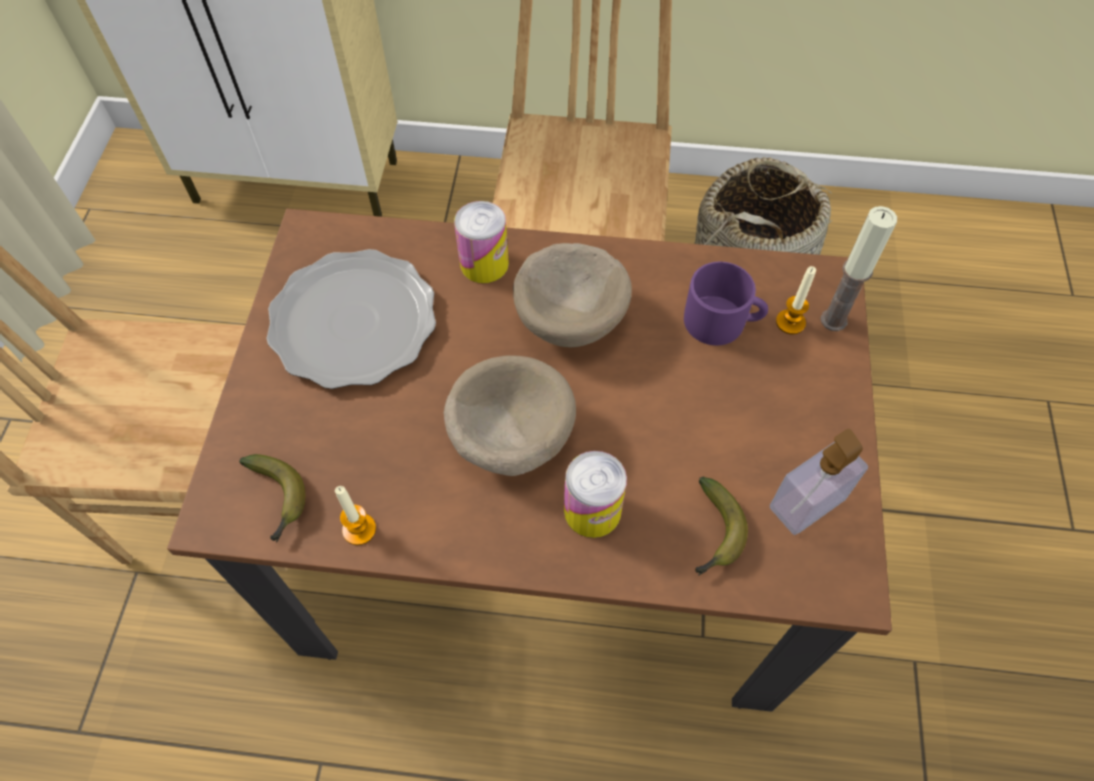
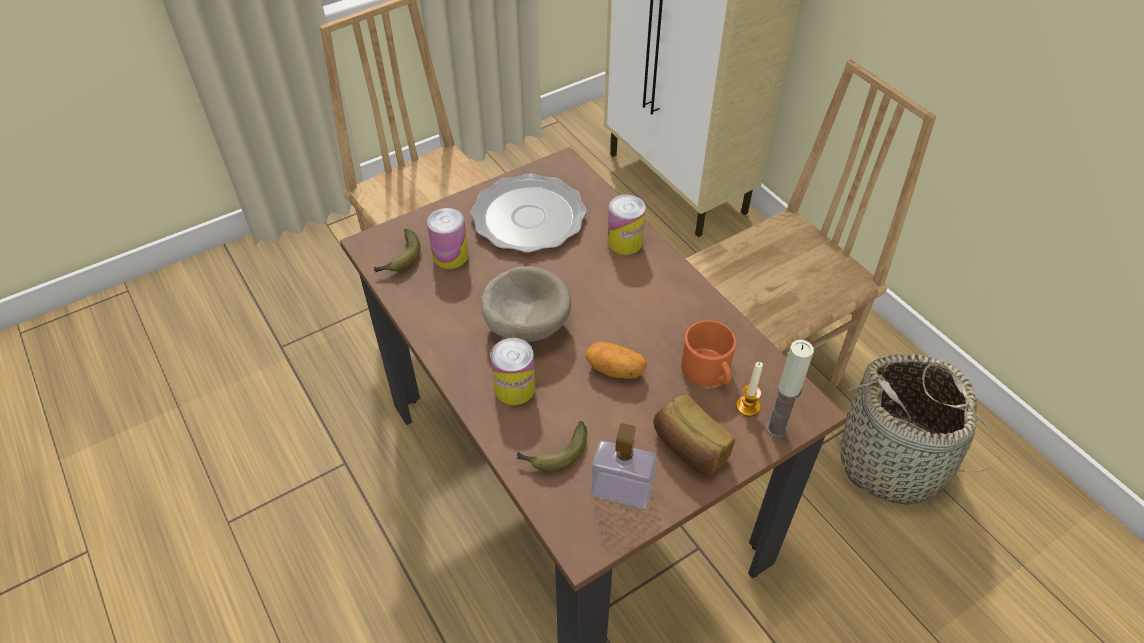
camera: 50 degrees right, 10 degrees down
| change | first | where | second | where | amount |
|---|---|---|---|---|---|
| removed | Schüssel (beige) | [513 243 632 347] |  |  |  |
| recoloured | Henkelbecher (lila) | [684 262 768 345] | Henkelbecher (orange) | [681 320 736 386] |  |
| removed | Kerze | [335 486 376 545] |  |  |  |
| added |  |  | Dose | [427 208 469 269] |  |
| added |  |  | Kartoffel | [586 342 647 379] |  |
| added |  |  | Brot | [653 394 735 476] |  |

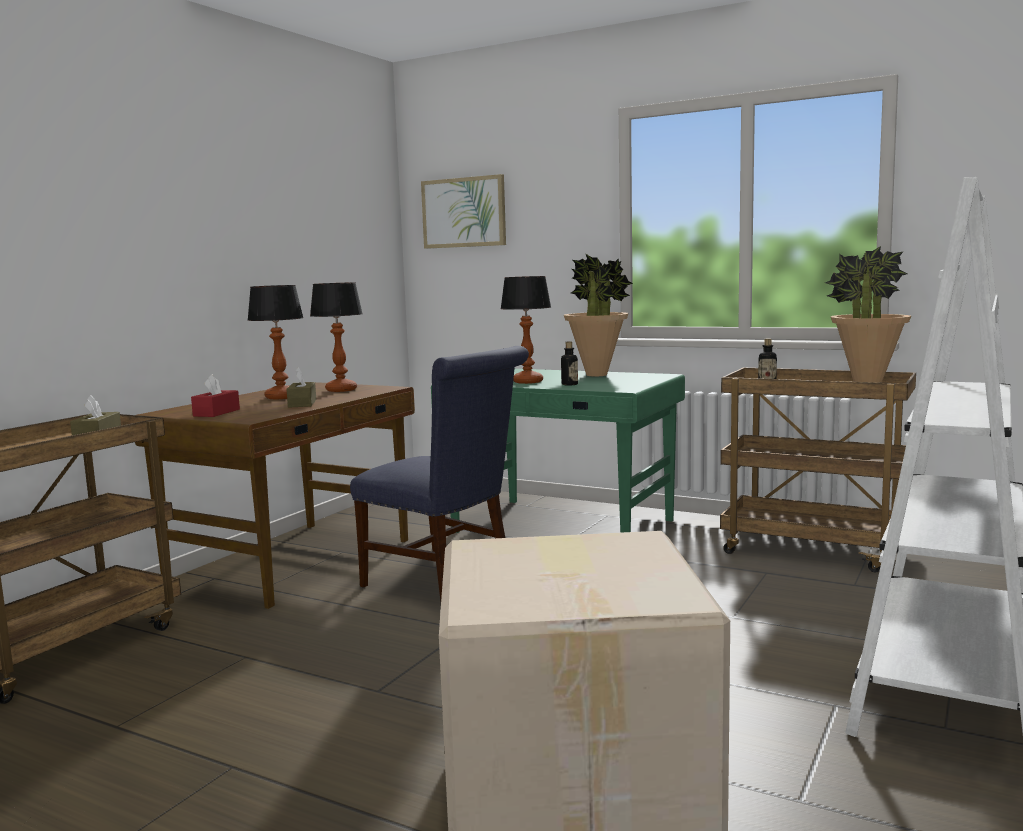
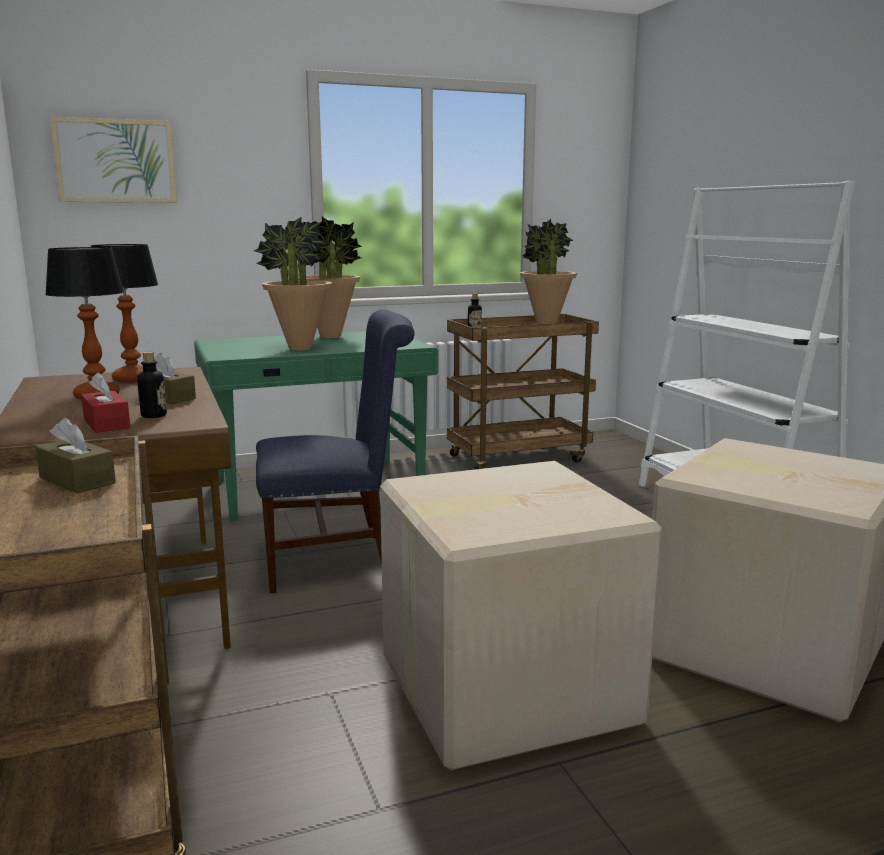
camera: 50 degrees left, 5 degrees up
| change | first | where | second | where | amount |
|---|---|---|---|---|---|
| replaced | Tischlampe | [500 276 551 384] | Topfpflanze | [254 216 332 351] |  |
| moved | Flasche | [561 341 578 386] |  | [137 352 167 418] |  |
| added |  |  | Karton | [380 461 662 770] |  |

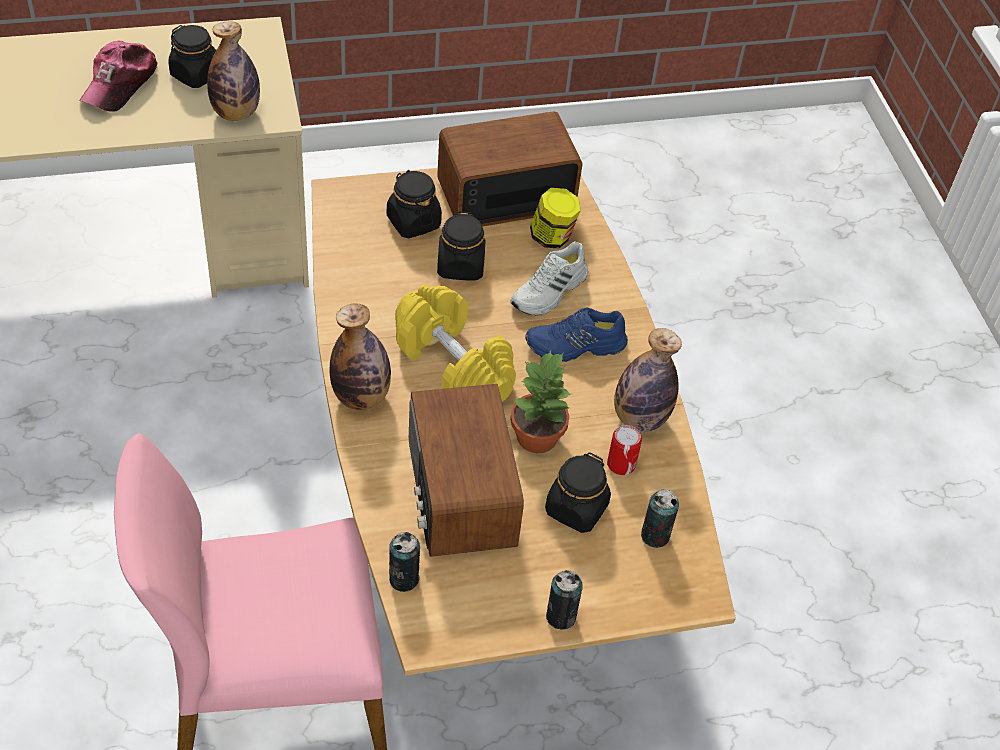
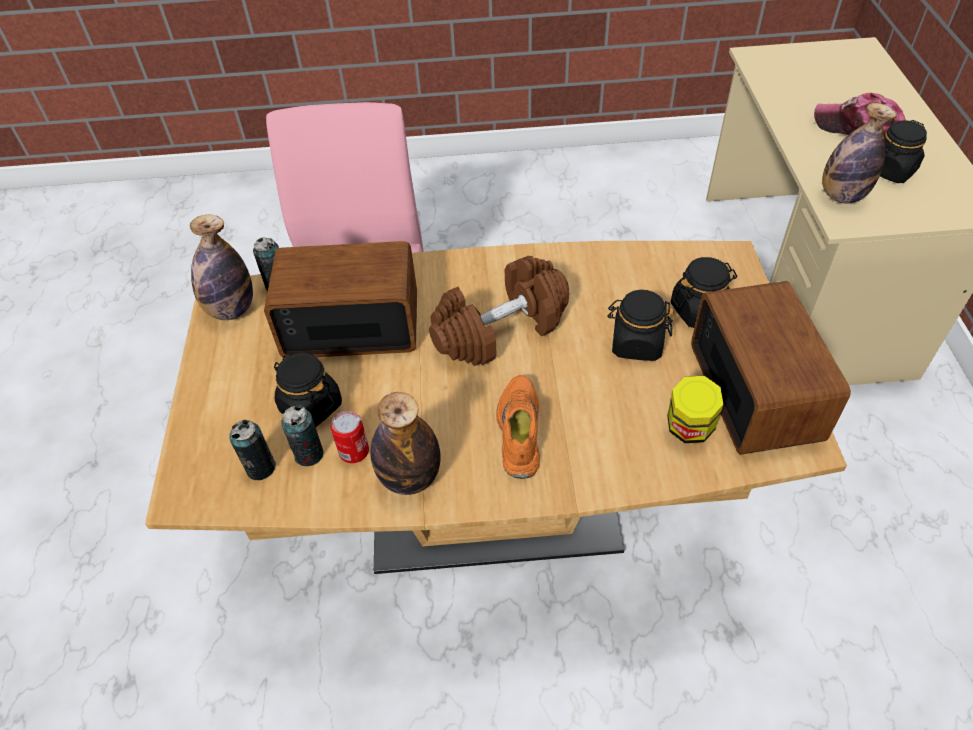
camera: 105 degrees right, 0 degrees up
| change | first | where | second | where | amount |
|---|---|---|---|---|---|
| removed | Schuh (weiß) | [510 242 588 315] |  |  |  |
| recoloured | Hantel (gelb) | [395 285 516 402] | Hantel (braun) | [429 256 569 366] |  |
| moved | Flasche | [330 303 391 410] |  | [190 215 253 320] |  |
| recoloured | Schuh (blau) | [525 307 628 362] | Schuh (orange) | [496 375 540 479] |  |
| removed | Topfpflanze | [510 350 571 453] |  |  |  |
| moved | Dose | [546 570 583 630] |  | [281 405 323 466] |  |

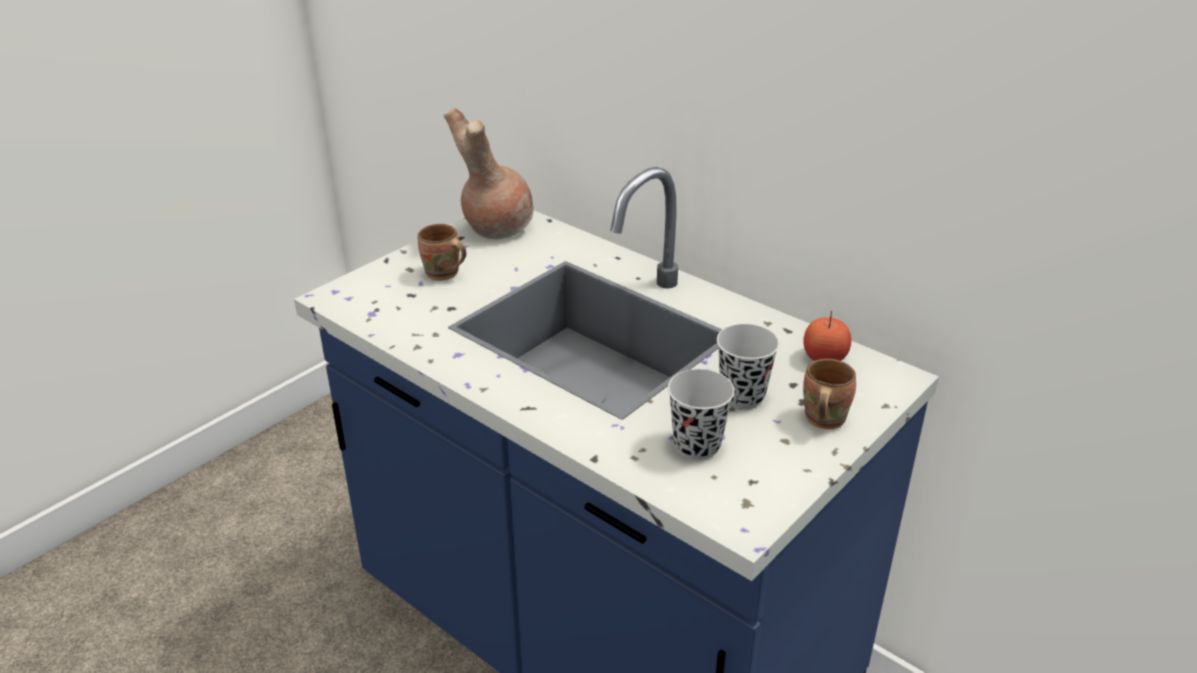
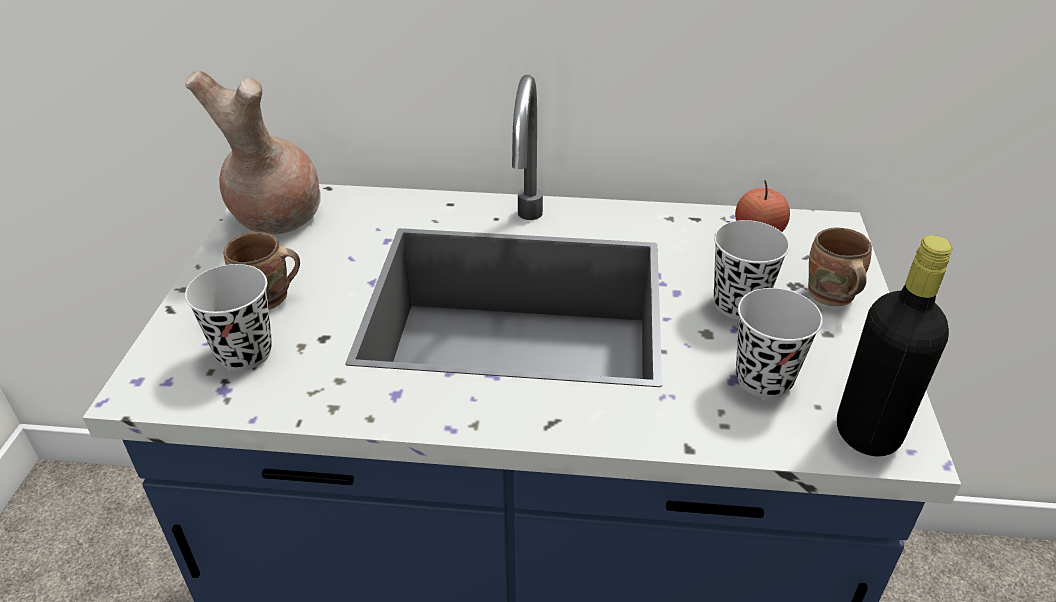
camera: 35 degrees left, 5 degrees up
| change | first | where | second | where | amount |
|---|---|---|---|---|---|
| added |  |  | Flasche (schwarz) | [837 235 952 457] |  |
| added |  |  | Tasse (schwarz) | [185 264 272 371] |  |

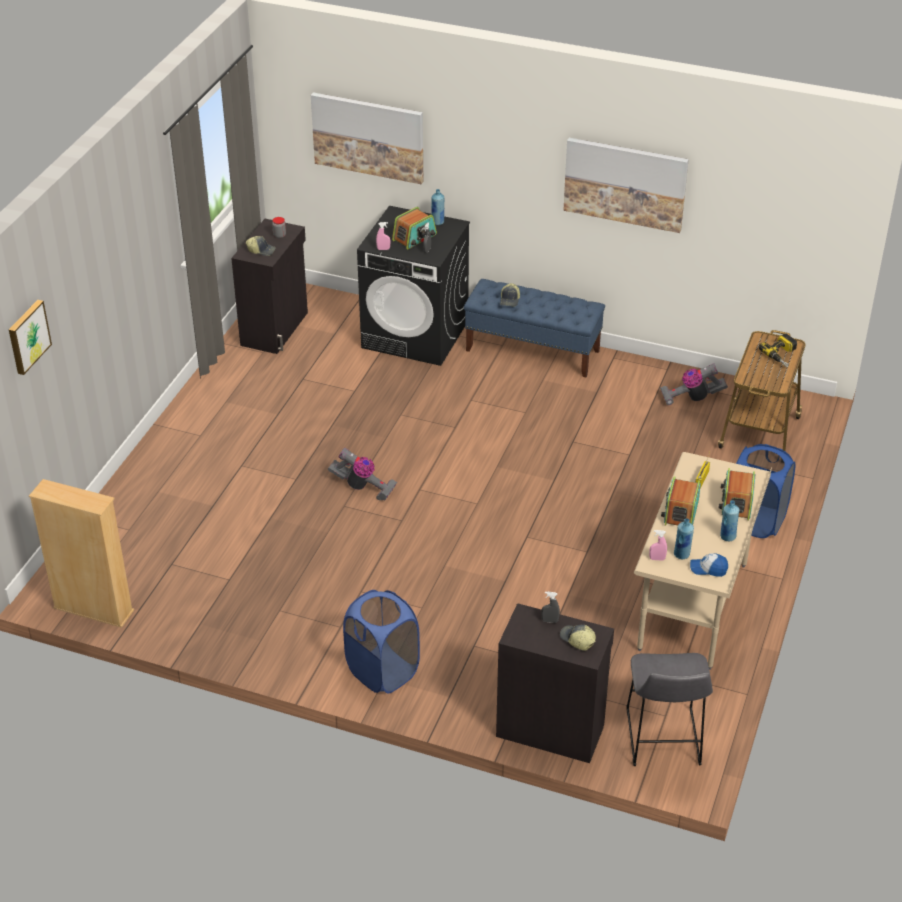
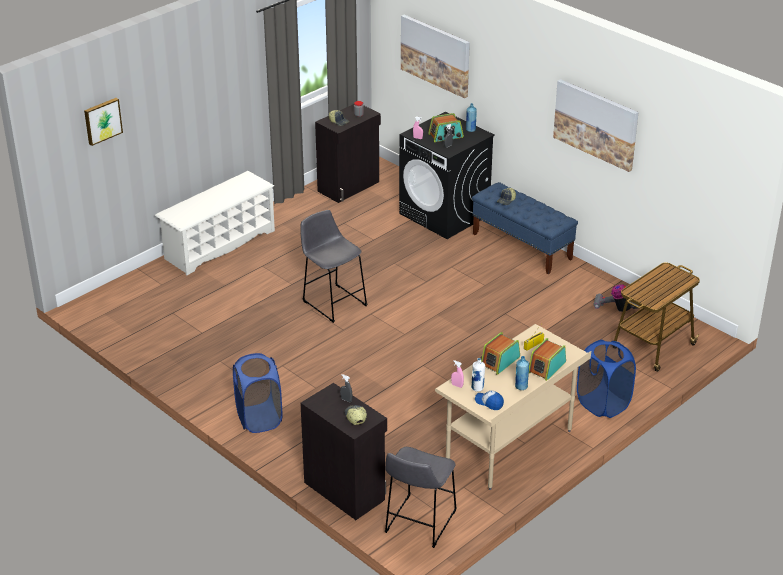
camera: 25 degrees right, 5 degrees down
| change | first | where | second | where | amount |
|---|---|---|---|---|---|
| removed | Bohrmaschine | [759 334 797 367] |  |  |  |
| replaced | Staubsauger | [328 448 397 501] | Hocker (grau) | [300 210 368 323] |  |
| removed | Bücherregal (beige) | [29 479 134 628] |  |  |  |
| recoloured | Flasche (blau) | [674 518 694 559] | Flasche (weiß) | [471 358 485 392] |  |
| added |  |  | Schuhregal (weiß) | [155 171 275 275] |  |

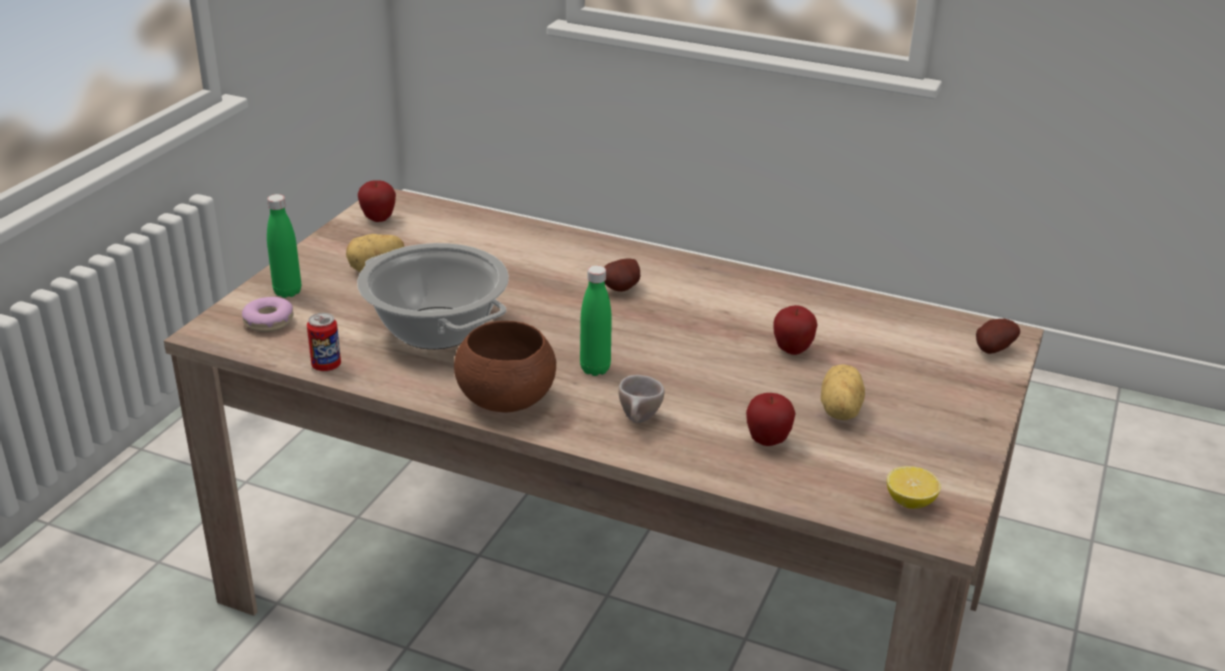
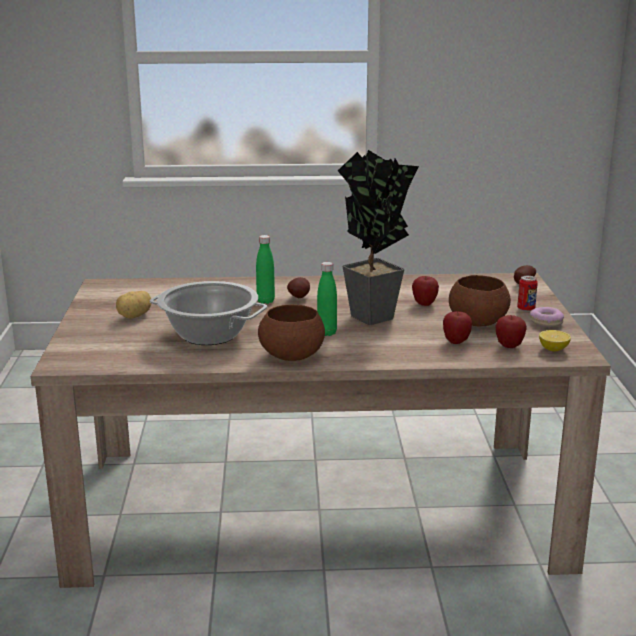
camera: 25 degrees left, 10 degrees down
| change | first | where | second | where | amount |
|---|---|---|---|---|---|
| moved | Apfel | [358 180 396 222] |  | [495 315 527 348] |  |
| moved | Flasche (grün) | [267 194 301 298] |  | [256 235 275 304] |  |
| moved | Donut | [242 297 293 332] |  | [530 307 564 327] |  |
| moved | Dose | [307 313 341 372] |  | [517 276 538 311] |  |
| replaced | Kartoffel | [821 364 865 420] | Schüssel (braun) | [449 275 511 326] |  |
| removed | Tasse (beige) | [618 375 665 423] |  |  |  |
| added |  |  | Topfpflanze | [338 150 419 325] |  |

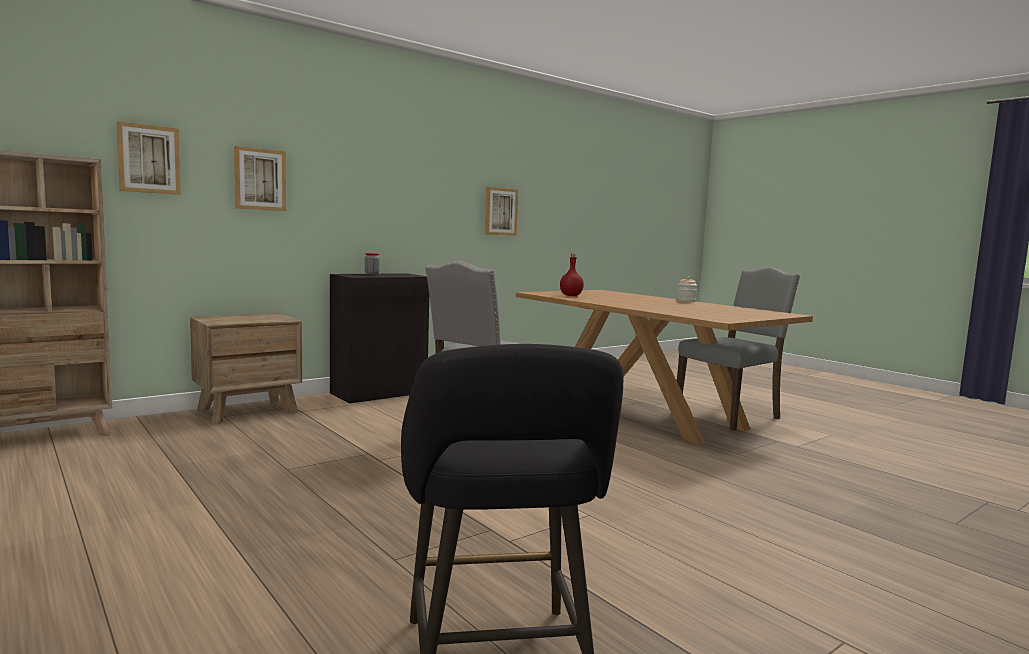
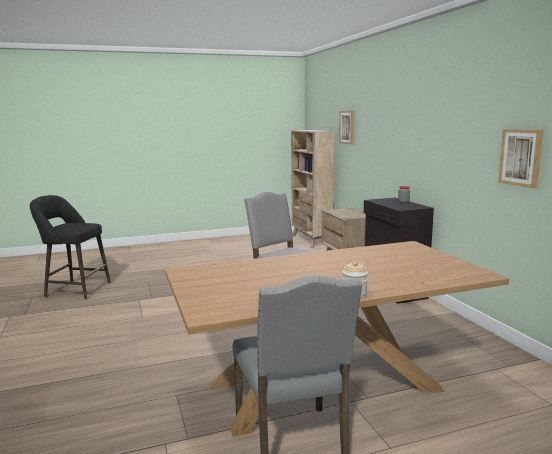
camera: 110 degrees right, 5 degrees up
| change | first | where | second | where | amount |
|---|---|---|---|---|---|
| removed | Bild | [234 146 286 211] |  |  |  |
| removed | Flasche (rot) | [560 254 584 296] |  |  |  |

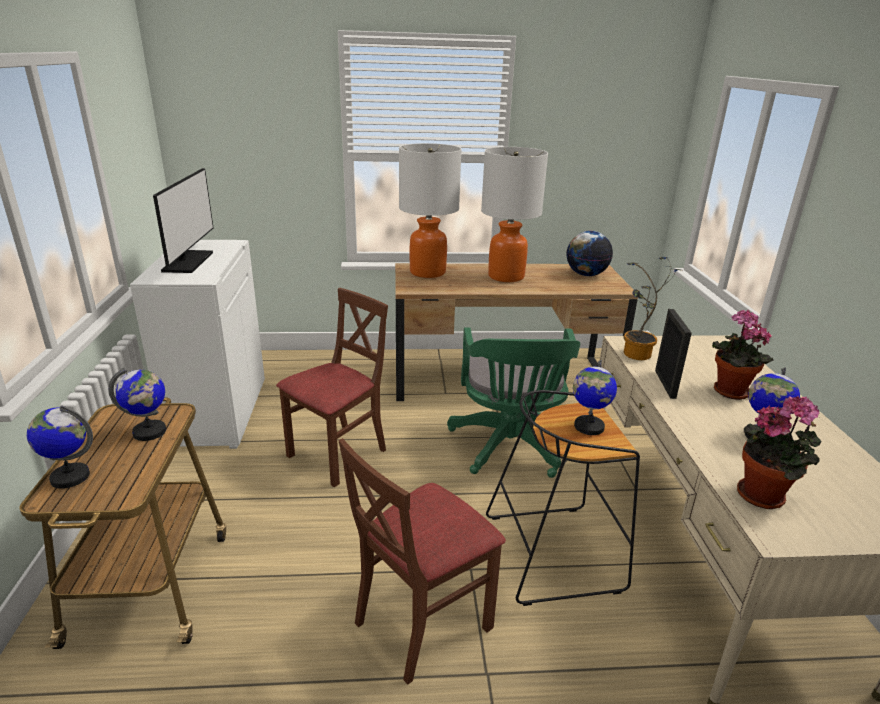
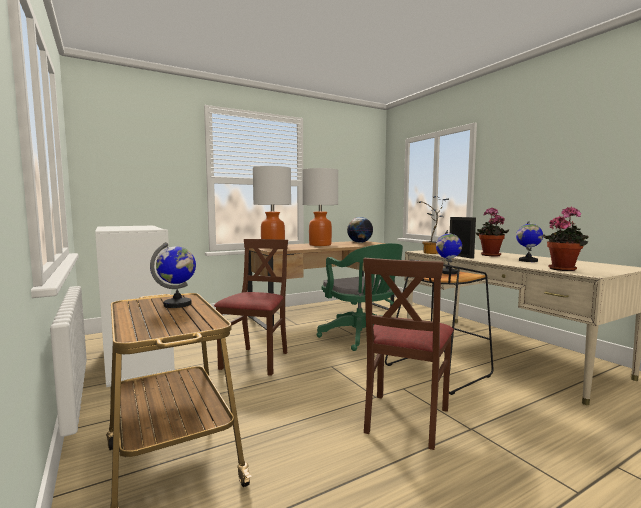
camera: 25 degrees left, 20 degrees down
| change | first | where | second | where | amount |
|---|---|---|---|---|---|
| removed | Monitor | [153 168 213 273] |  |  |  |
| removed | Globus | [27 405 93 489] |  |  |  |

